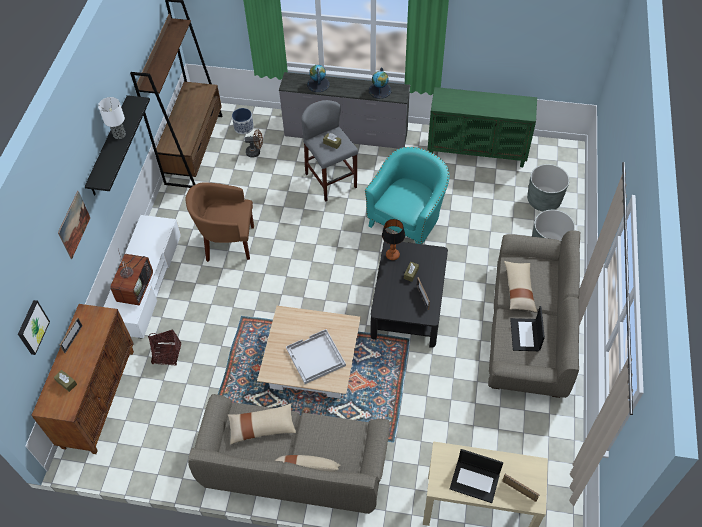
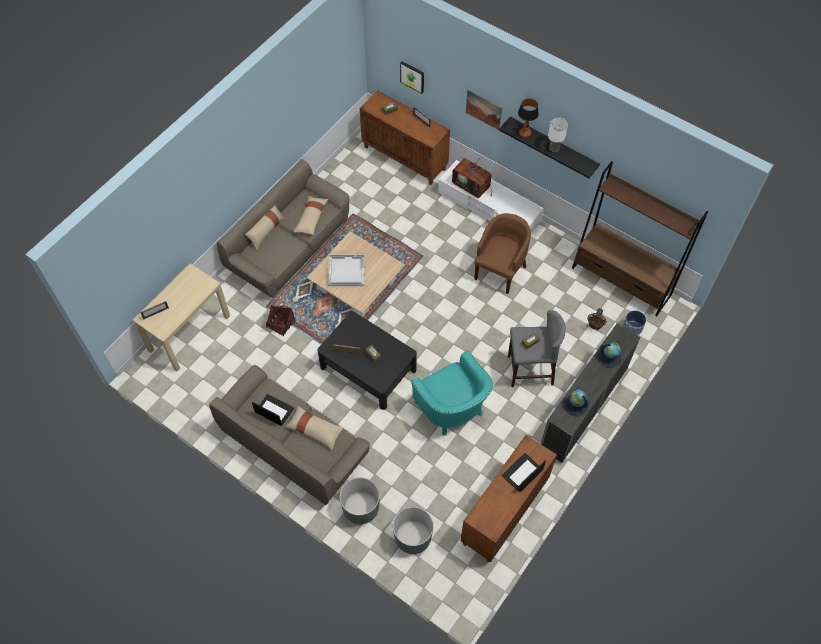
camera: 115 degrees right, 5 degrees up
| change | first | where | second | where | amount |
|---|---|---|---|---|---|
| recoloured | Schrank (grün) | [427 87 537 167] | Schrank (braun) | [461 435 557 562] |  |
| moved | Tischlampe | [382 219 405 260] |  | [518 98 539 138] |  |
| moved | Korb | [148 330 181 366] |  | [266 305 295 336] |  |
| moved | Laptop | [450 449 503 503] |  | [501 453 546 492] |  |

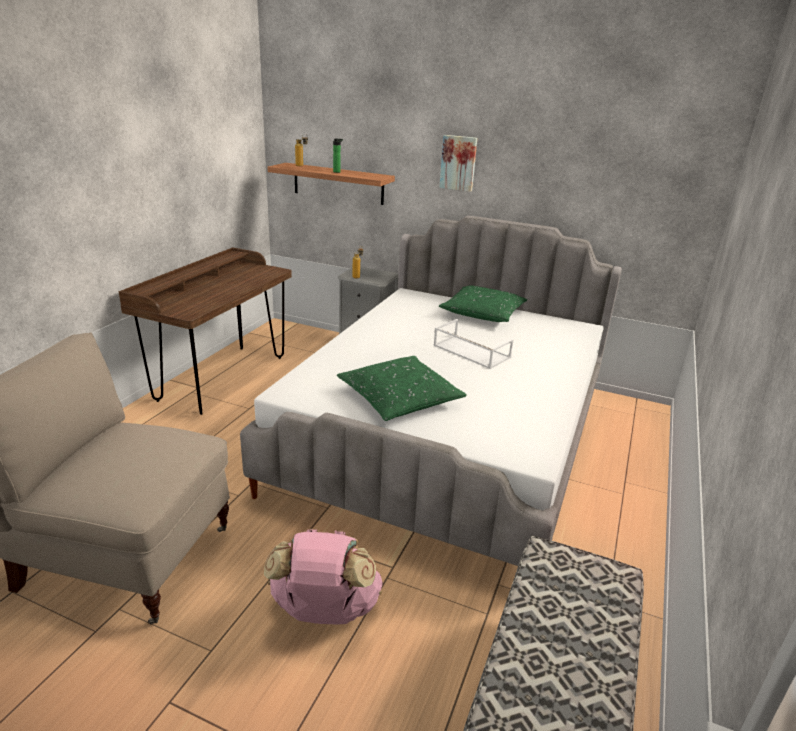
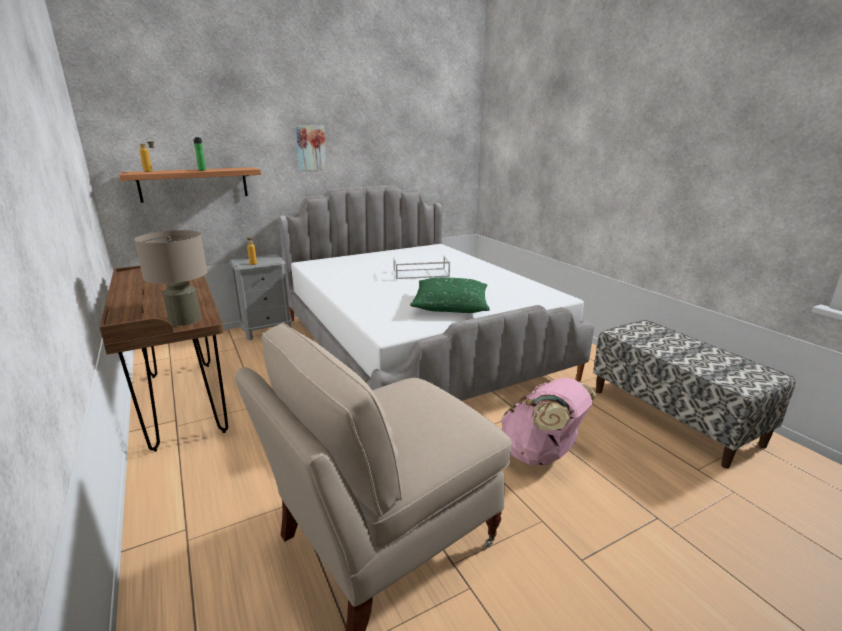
camera: 50 degrees left, 5 degrees down
| change | first | where | second | where | amount |
|---|---|---|---|---|---|
| removed | Kissen (grün) | [439 286 527 322] |  |  |  |
| added |  |  | Tischlampe (beige) | [134 230 208 326] |  |

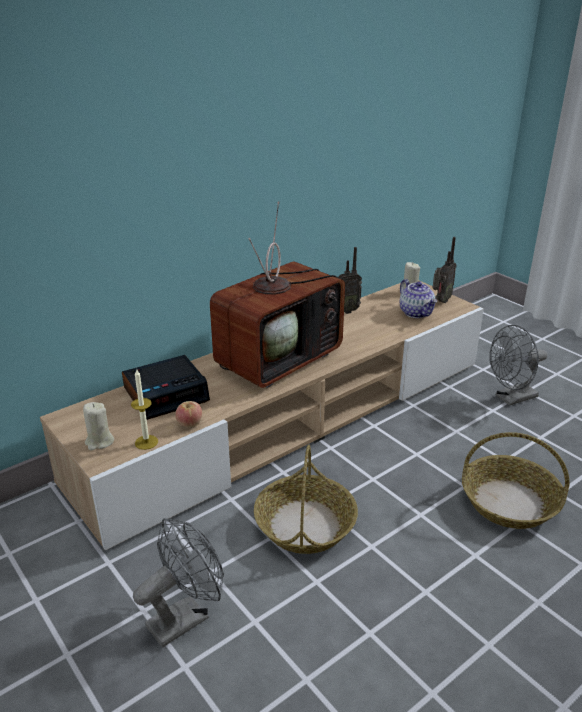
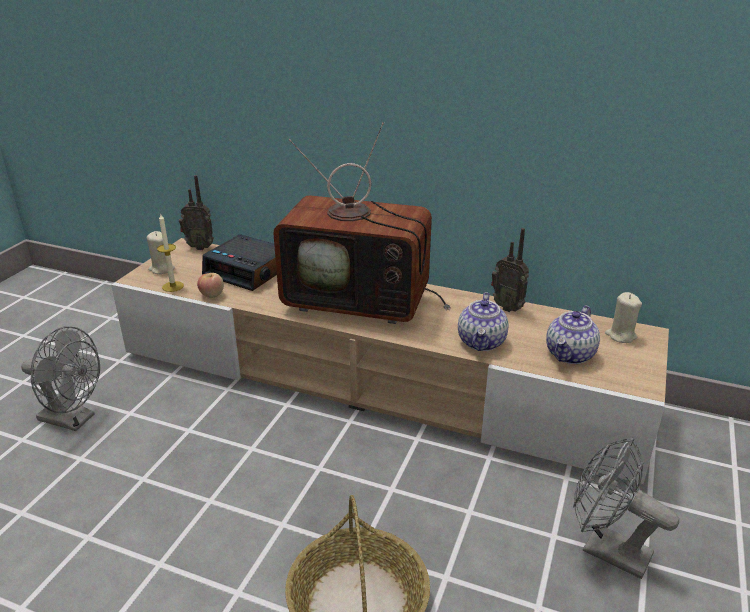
camera: 60 degrees right, 0 degrees up
| change | first | where | second | where | amount |
|---|---|---|---|---|---|
| moved | Radio | [433 237 456 303] |  | [179 175 214 250] |  |
| removed | Korb | [254 445 358 554] |  |  |  |
| added |  |  | Teekanne | [458 292 508 351] |  |

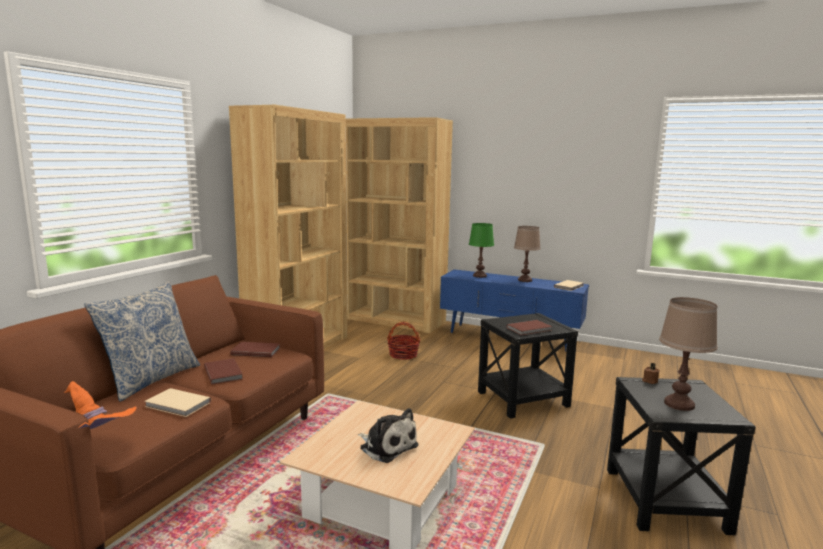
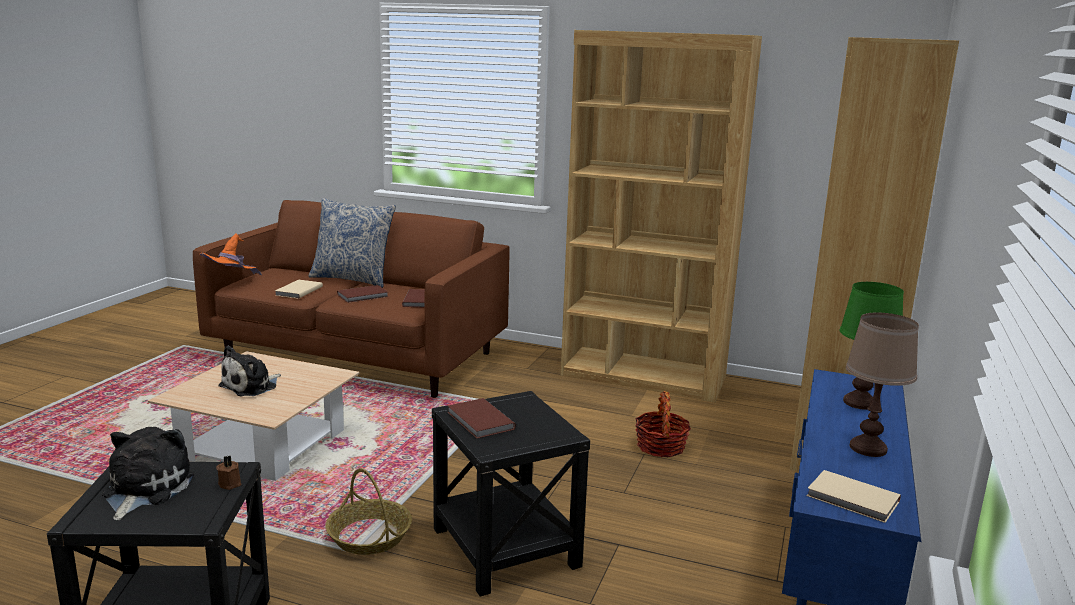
camera: 85 degrees right, 5 degrees up
| change | first | where | second | where | amount |
|---|---|---|---|---|---|
| replaced | Tischlampe (braun) | [659 297 718 411] | Plüschtier | [102 427 194 520] |  |
| added |  |  | Korb | [326 468 412 555] |  |

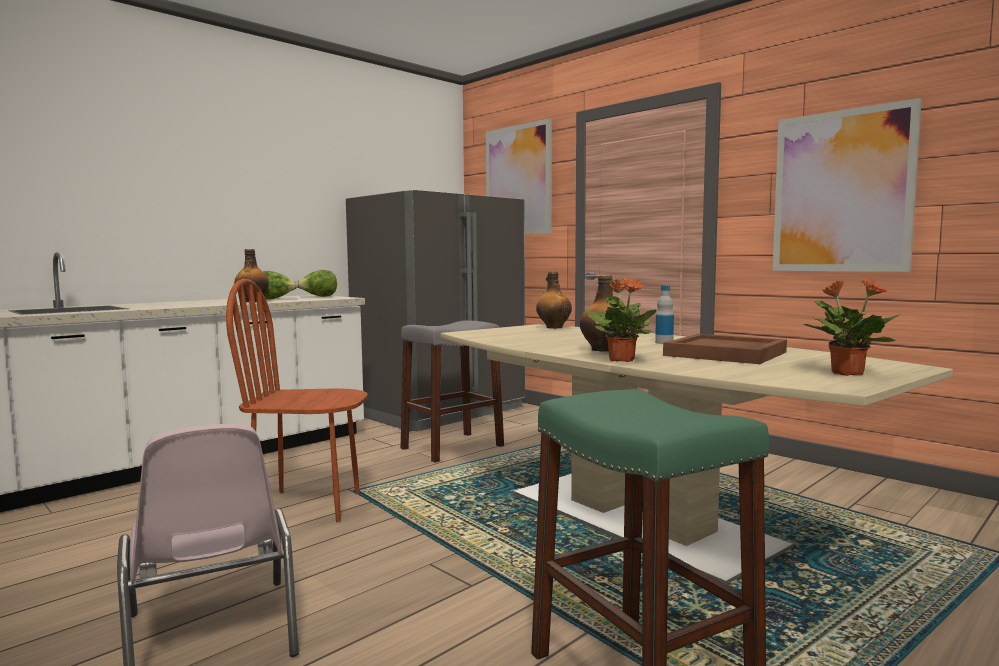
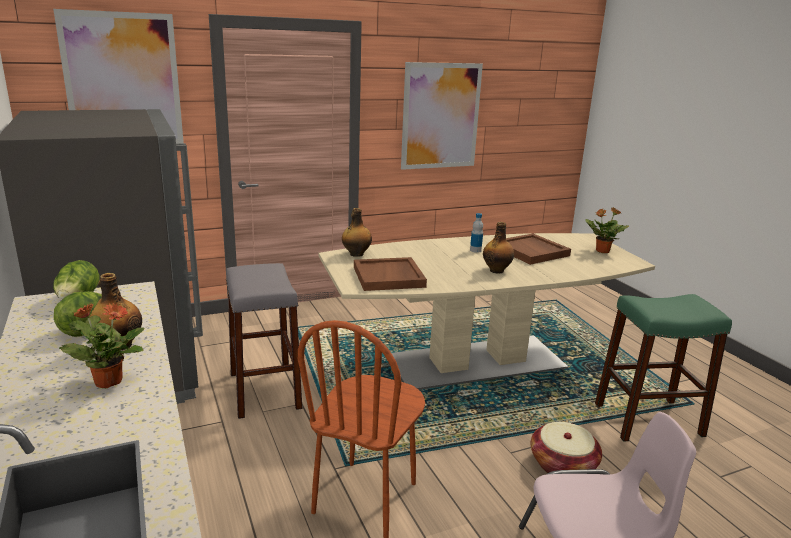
camera: 70 degrees left, 15 degrees up
| change | first | where | second | where | amount |
|---|---|---|---|---|---|
| moved | Topfpflanze | [585 277 656 362] |  | [59 303 145 388] |  |
| added |  |  | Tablett (braun) | [354 257 427 291] |  |
| added |  |  | Korb | [531 422 602 473] |  |

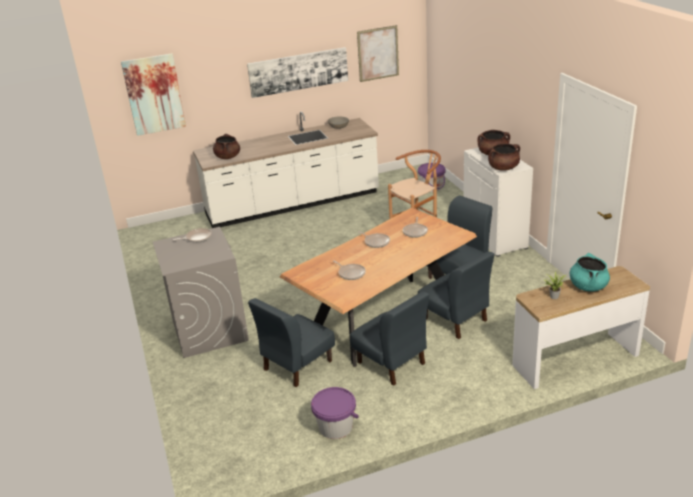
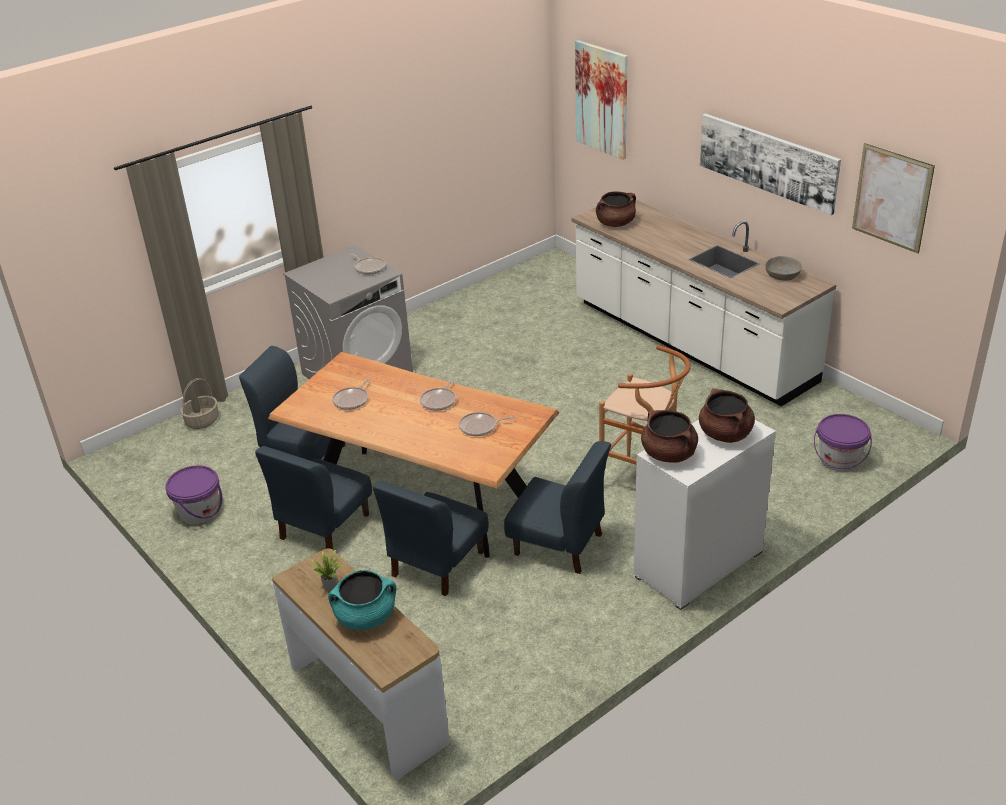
camera: 70 degrees right, 5 degrees up
| change | first | where | second | where | amount |
|---|---|---|---|---|---|
| added |  |  | Korb | [180 378 219 429] |  |

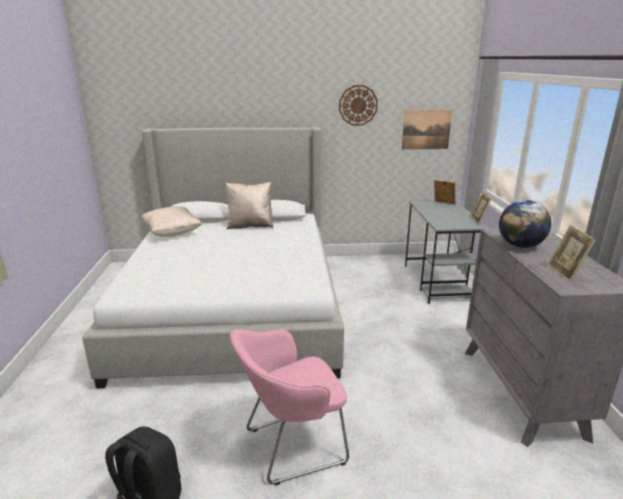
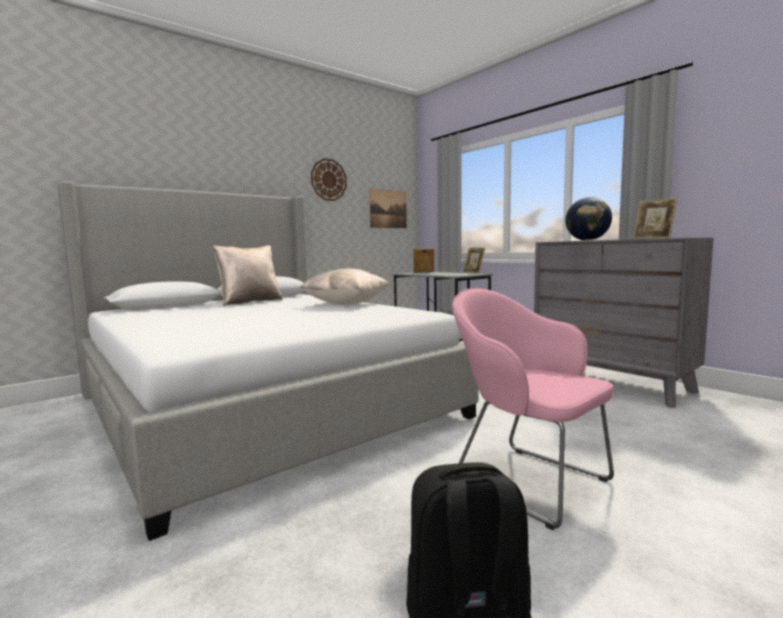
camera: 35 degrees left, 15 degrees down
| change | first | where | second | where | amount |
|---|---|---|---|---|---|
| moved | Kissen (beige) | [141 206 202 237] |  | [300 268 389 305] |  |
| turned | Sessel (rosa) | [230 329 349 486] |  | [452 288 614 530] | 105 degrees clockwise |

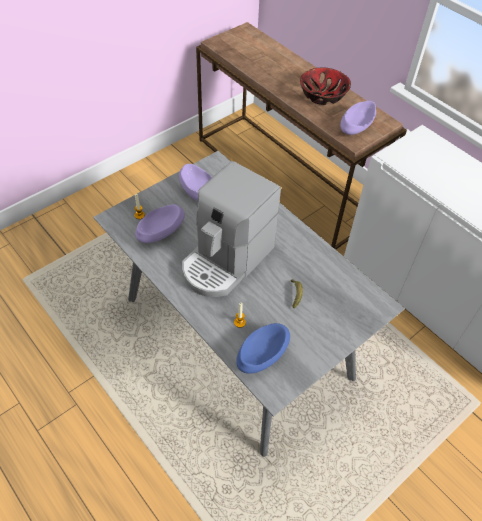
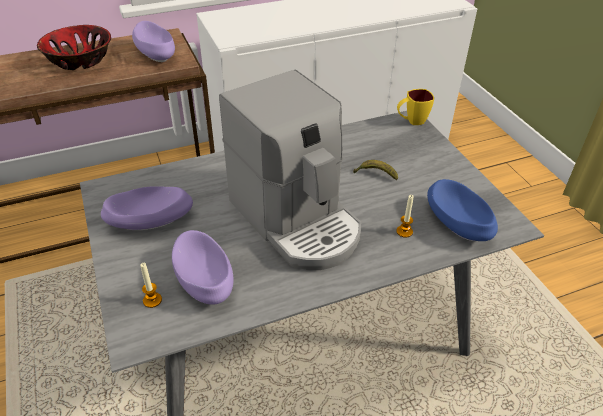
camera: 70 degrees left, 10 degrees down
| change | first | where | second | where | amount |
|---|---|---|---|---|---|
| added |  |  | Henkelbecher (gelb) | [397 89 434 125] |  |

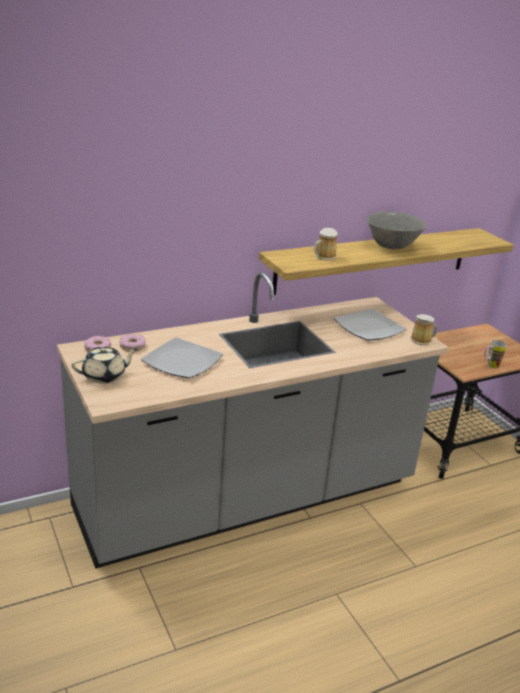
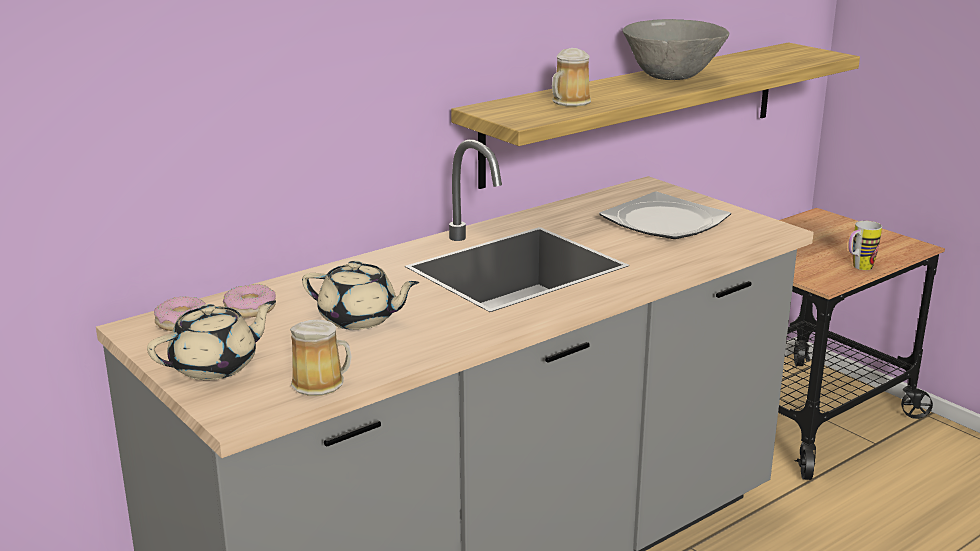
camera: 10 degrees left, 5 degrees down
| change | first | where | second | where | amount |
|---|---|---|---|---|---|
| moved | Henkelbecher | [410 314 437 345] |  | [290 320 351 396] |  |
| replaced | Teller | [141 337 223 378] | Teekanne (beige) | [302 260 419 330] |  |

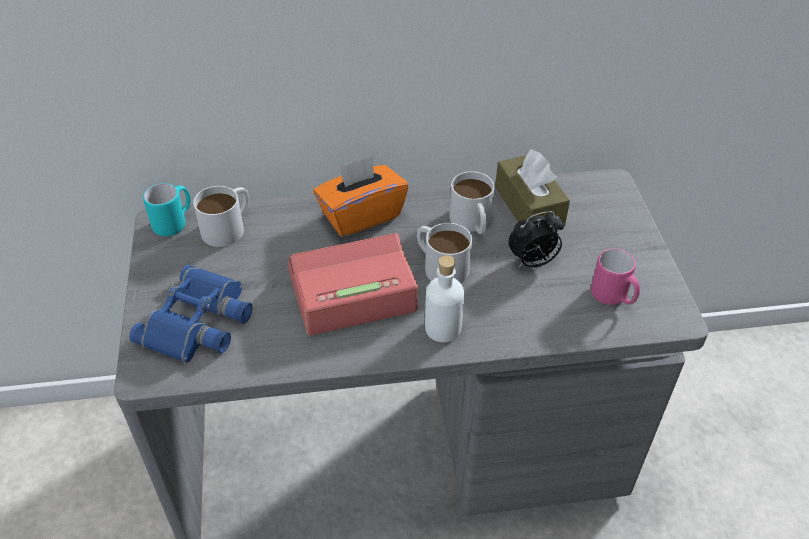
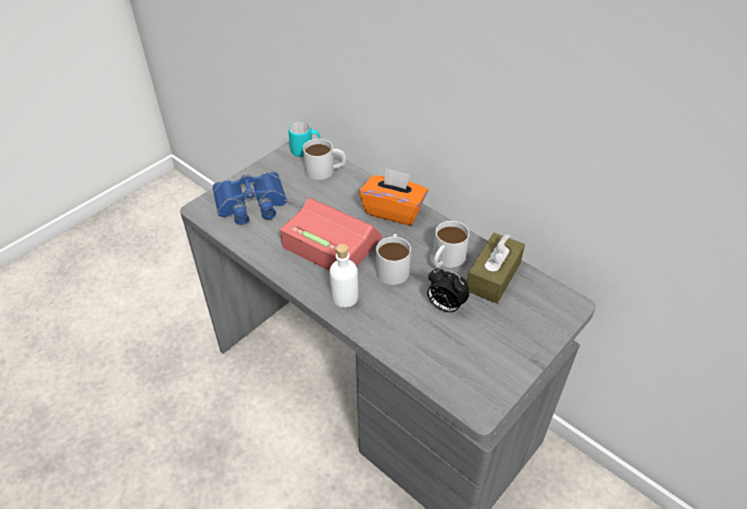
camera: 50 degrees right, 0 degrees up
| change | first | where | second | where | amount |
|---|---|---|---|---|---|
| removed | Henkelbecher (rosa) | [591 248 640 305] |  |  |  |

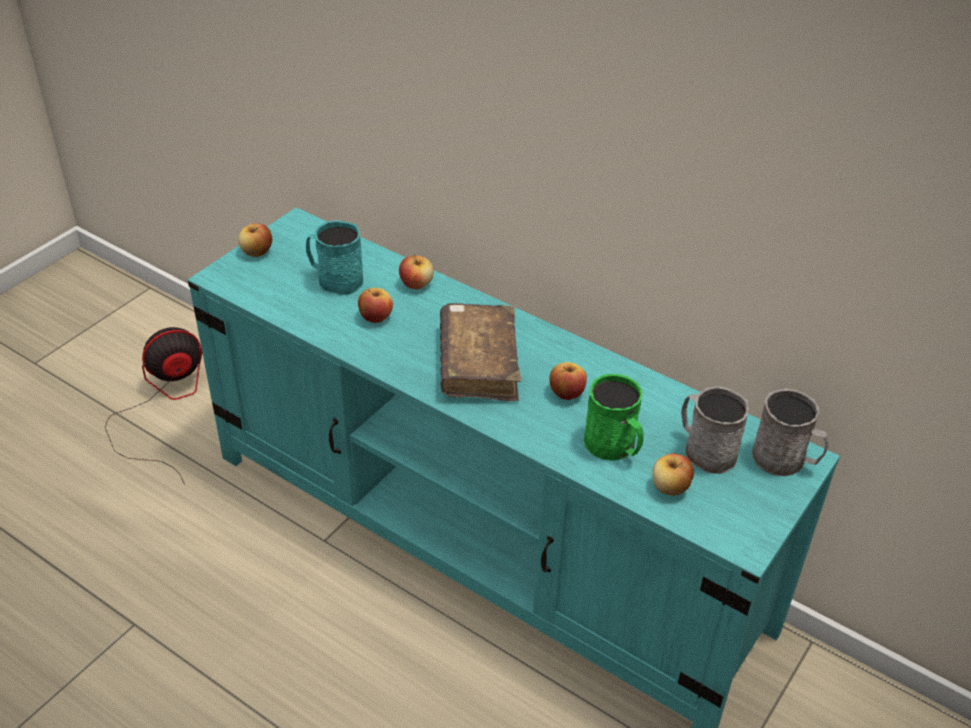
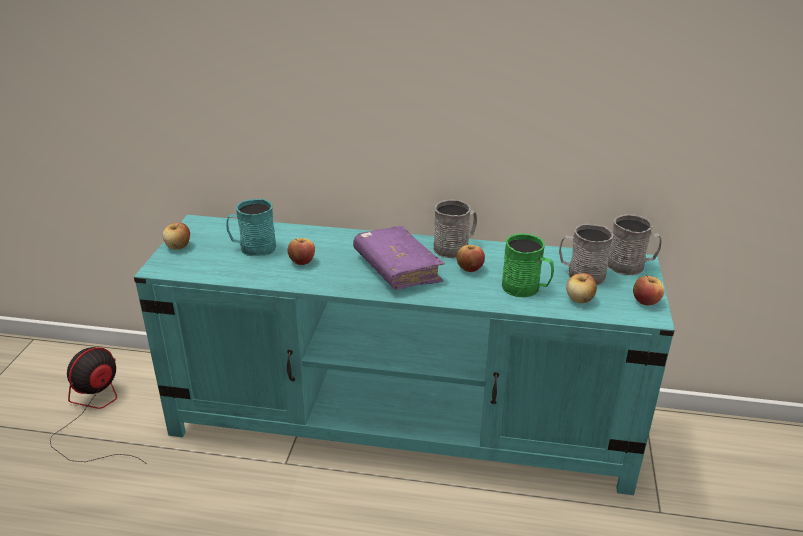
camera: 25 degrees left, 10 degrees down
| change | first | where | second | where | amount |
|---|---|---|---|---|---|
| moved | Apfel | [399 255 434 290] |  | [633 275 664 306] |  |
| recoloured | Buch (braun) | [440 303 521 401] | Buch (lila) | [353 226 445 290] |  |
| added |  |  | Henkelbecher (grau) | [433 199 477 258] |  |

